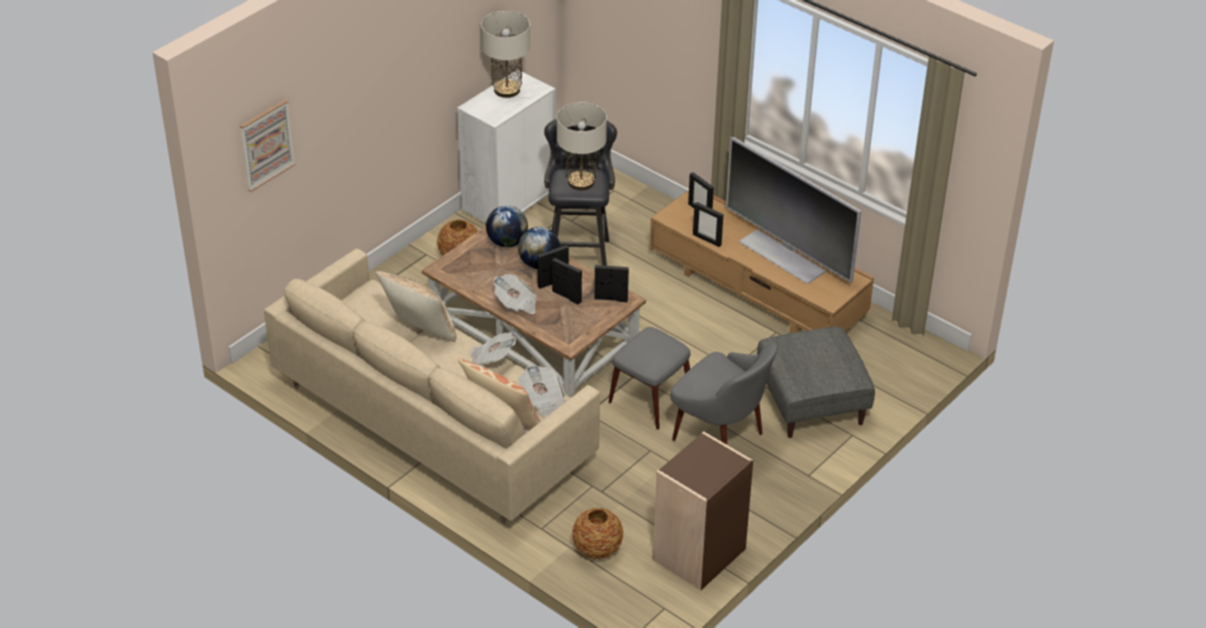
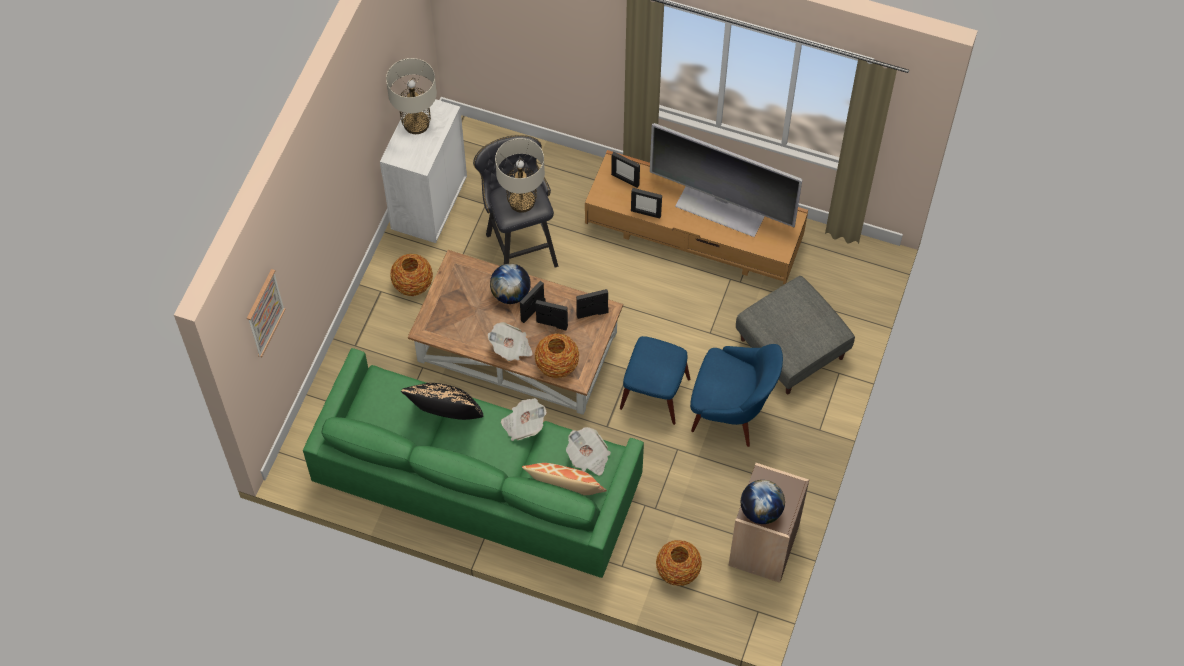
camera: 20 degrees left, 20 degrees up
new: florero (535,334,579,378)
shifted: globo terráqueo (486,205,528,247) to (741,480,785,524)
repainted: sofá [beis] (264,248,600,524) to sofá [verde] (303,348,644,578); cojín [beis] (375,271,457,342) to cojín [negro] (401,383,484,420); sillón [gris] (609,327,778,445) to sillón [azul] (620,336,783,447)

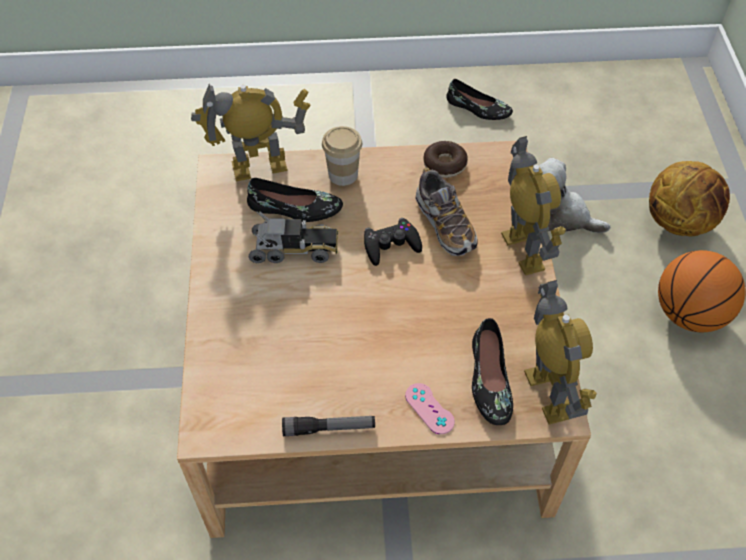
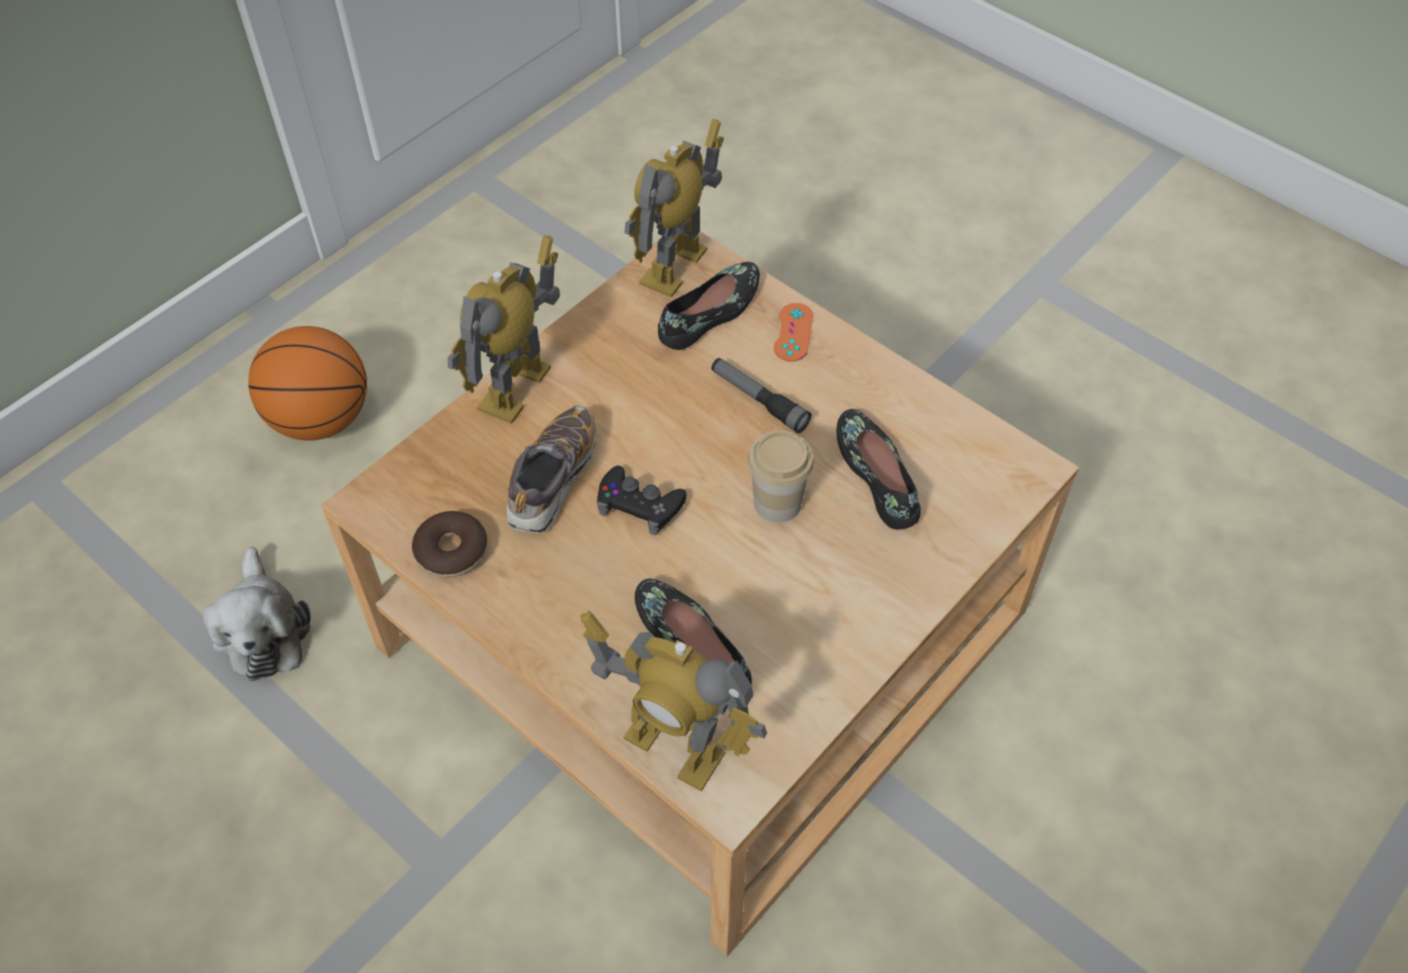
camera: 135 degrees left, 0 degrees up
gone: balón de baloncesto (649,161,730,236); camión de juguete (249,211,338,263)
shifted: zapato [negro] (446,79,513,120) to (837,409,921,529); taza (322,126,362,186) to (748,431,814,523); linterna (282,416,375,436) to (711,358,812,433)
repainted: mando de consola [rosa] (405,383,455,434) to mando de consola [naranja] (774,303,813,362)

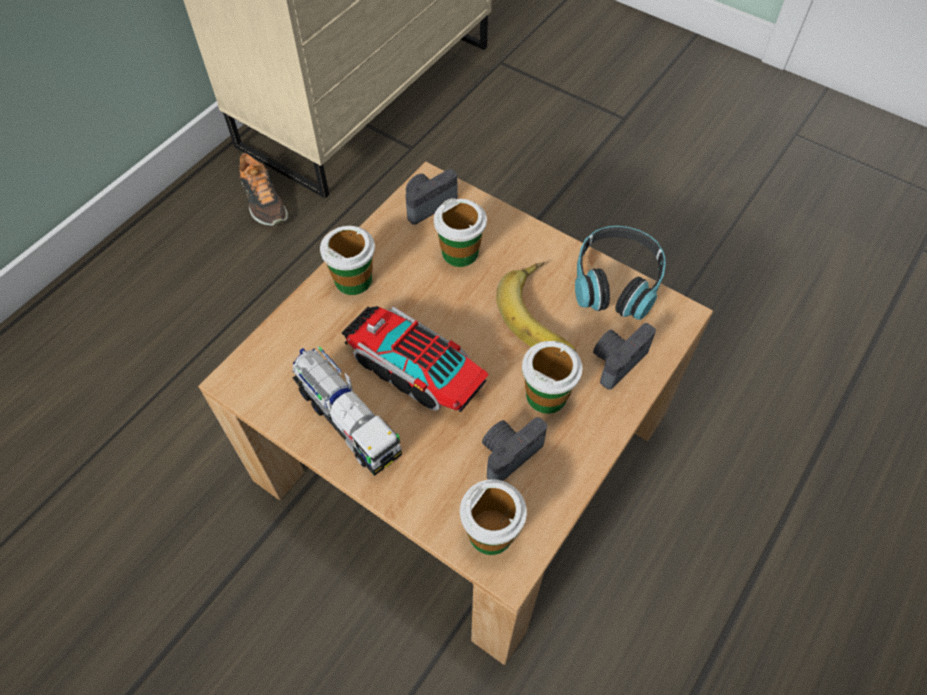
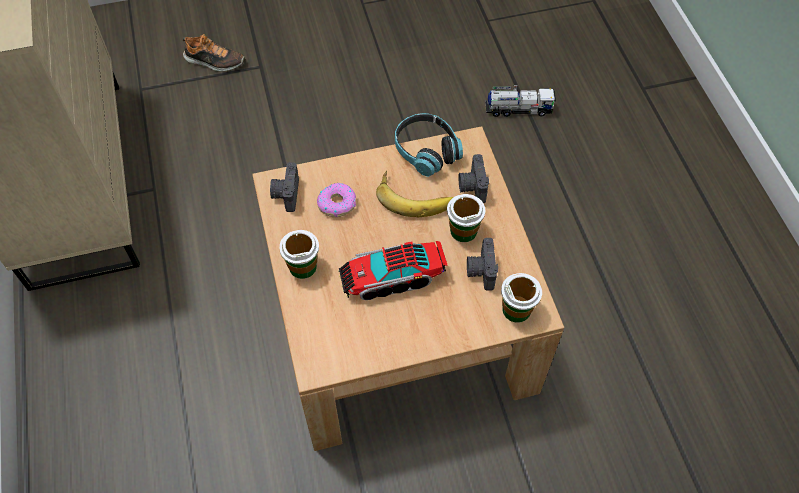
camera: 50 degrees left, 0 degrees up
shifted: zapato (239,152,288,226) to (183,34,245,72); camión de juguete (293,346,402,476) to (485,86,556,117)
swapped: taza (434,198,487,267) to rosquilla (317,183,356,217)

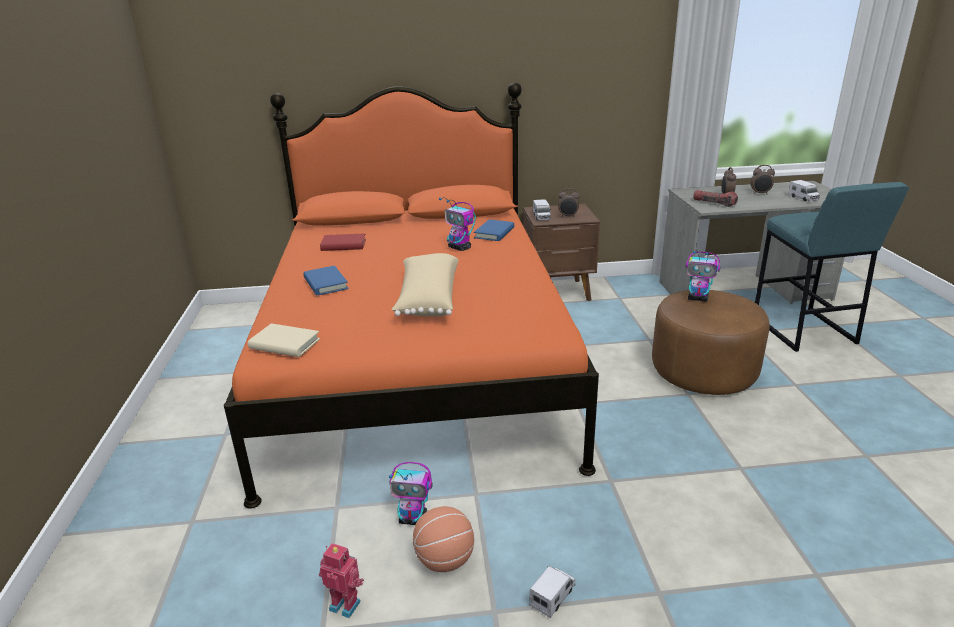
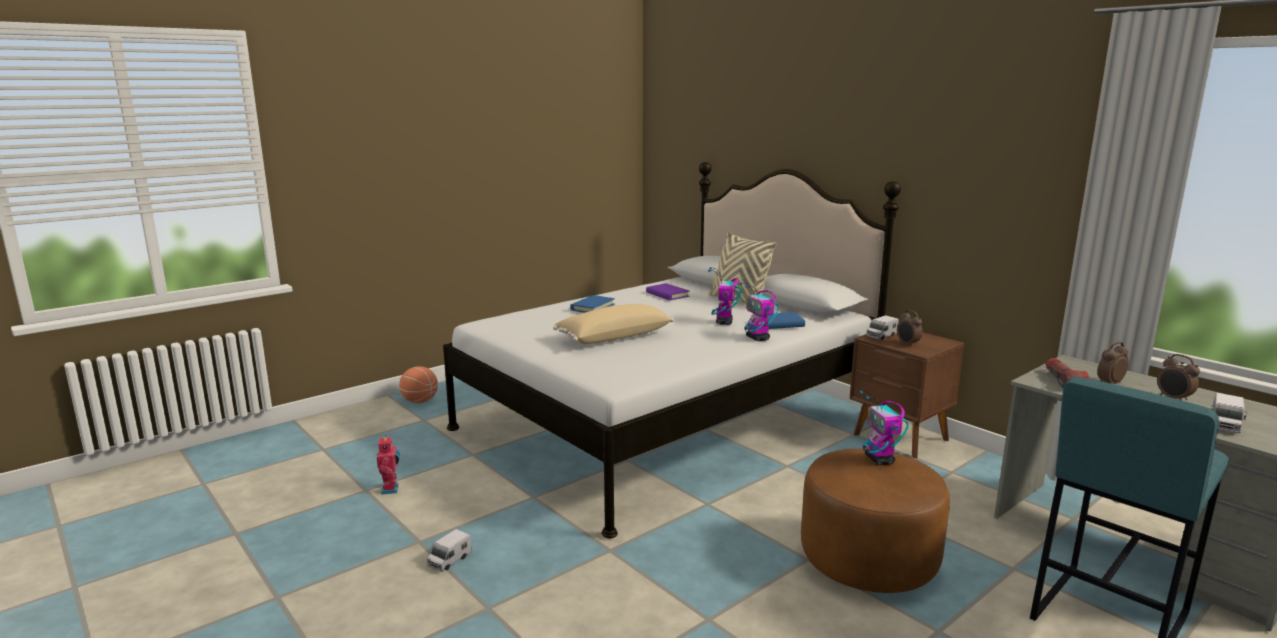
camera: 55 degrees right, 10 degrees down
gone: libro [beis] (248,323,320,357)
new: cojín [beis] (709,231,777,303)
shifted: robot de juguete (389,462,433,525) to (740,282,779,341); balón de baloncesto (413,506,474,572) to (399,366,438,403)
repainted: cama [naranja] (224,83,599,509) to cama [blanco] (443,162,901,538); libro [rojo] (320,233,366,251) to libro [morado] (646,283,690,300)
rotated: camión de juguete (529,566,575,618) = (427,529,472,572) 120 degrees clockwise

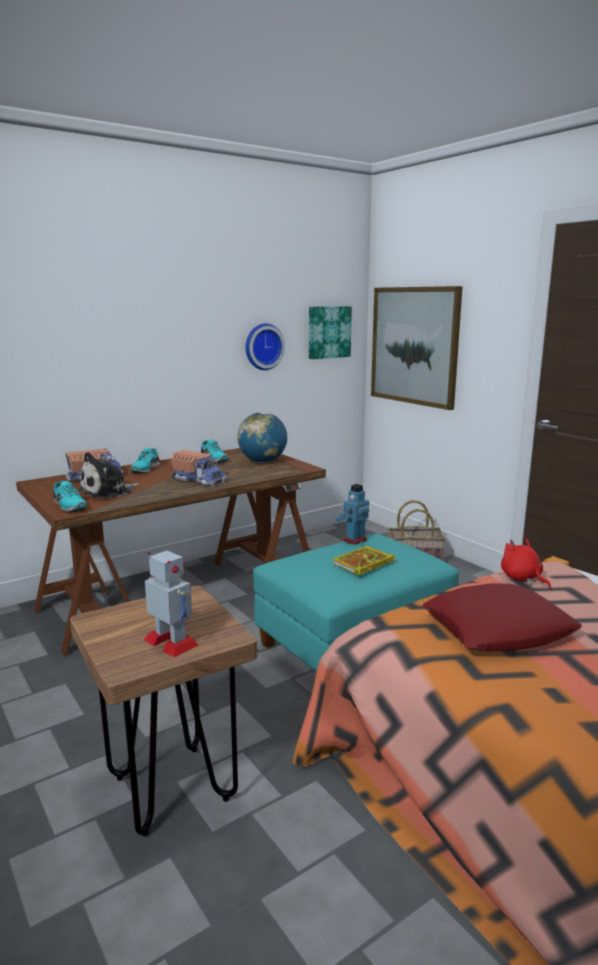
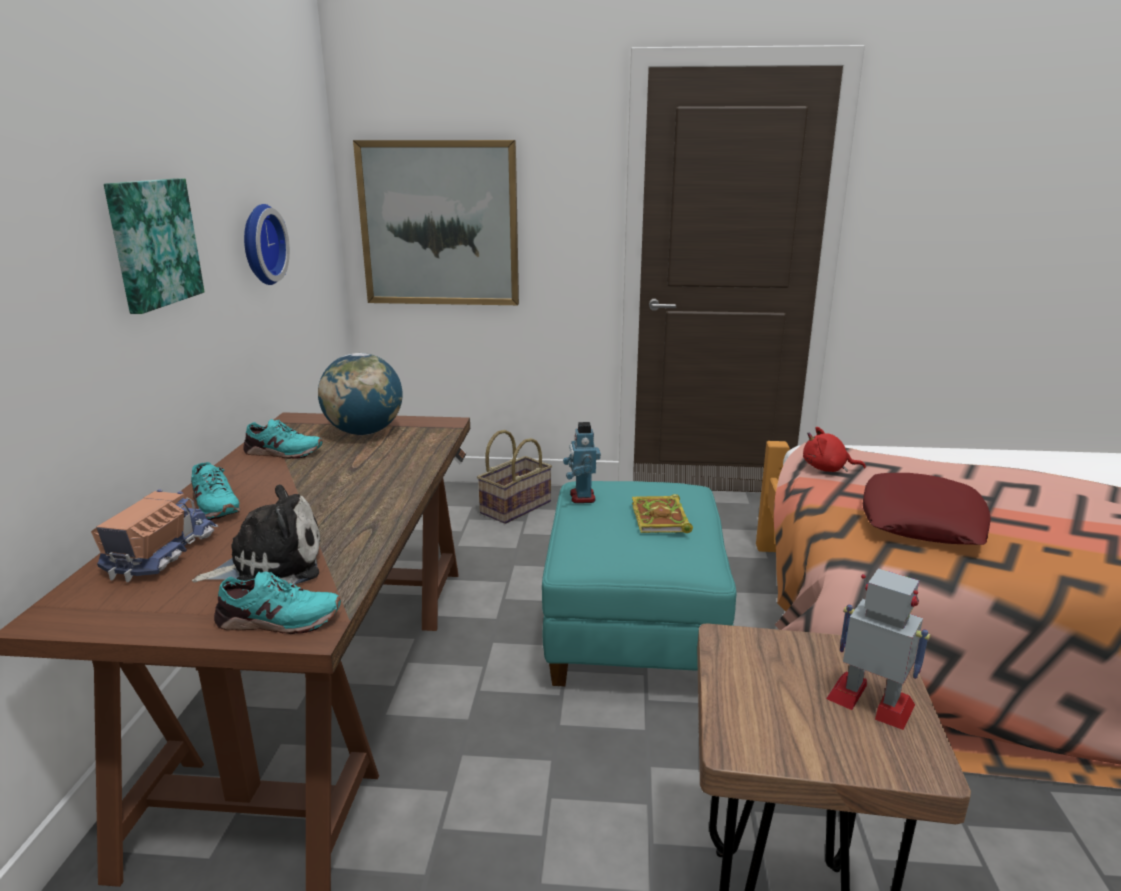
camera: 50 degrees left, 5 degrees up
gone: camión de juguete (171,450,227,486)
shifted: cuadro (309,306,352,359) to (104,179,204,314)
rotated: peluche (79,452,139,499) = (192,485,320,585) 105 degrees counterclockwise; robot de juguete (144,550,199,657) = (826,568,931,730) 45 degrees clockwise

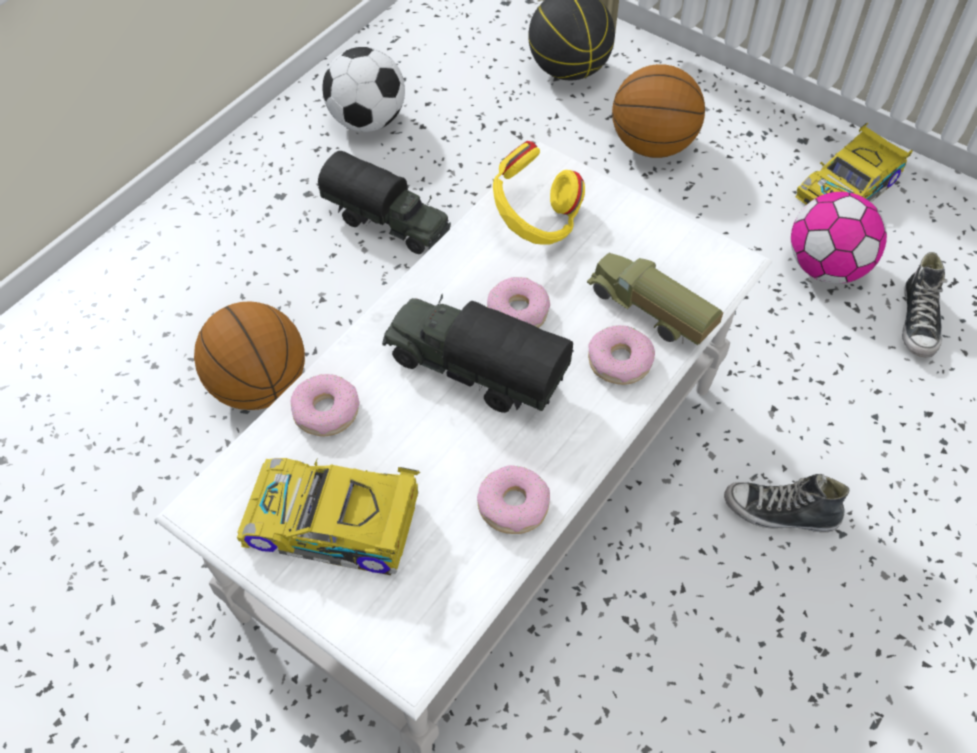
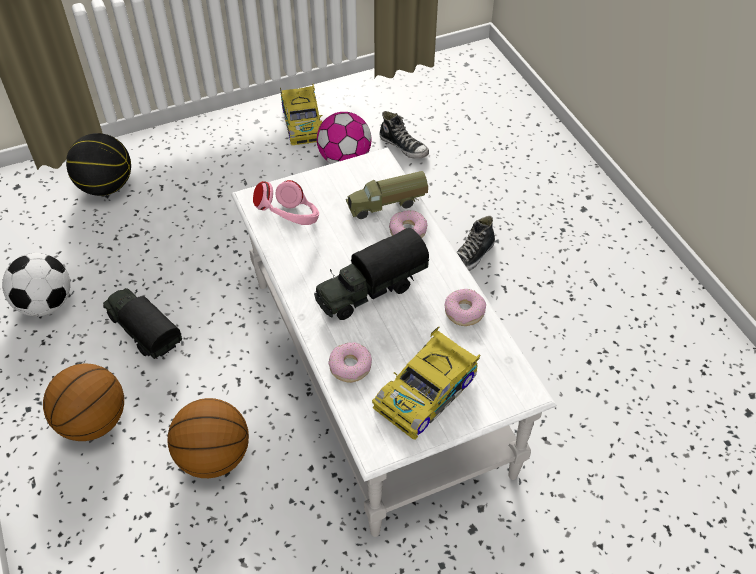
camera: 60 degrees left, 5 degrees down
gone: rosquilla (487,277,550,328)
shifted: balón de baloncesto (612,64,705,158) to (43,364,124,441)
repainted: auriculares [amarillo] (493,141,585,245) to auriculares [rosa] (253,180,319,225)
rotated: camión de juguete (318,151,451,254) = (103,288,182,359) 105 degrees counterclockwise

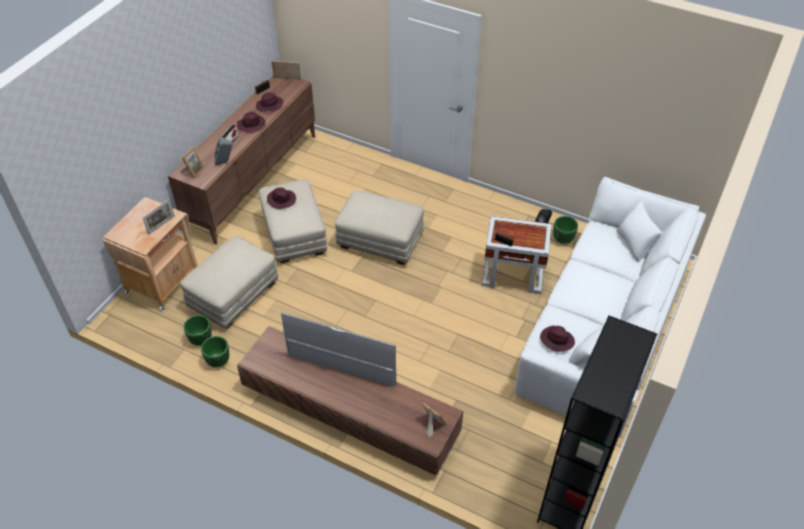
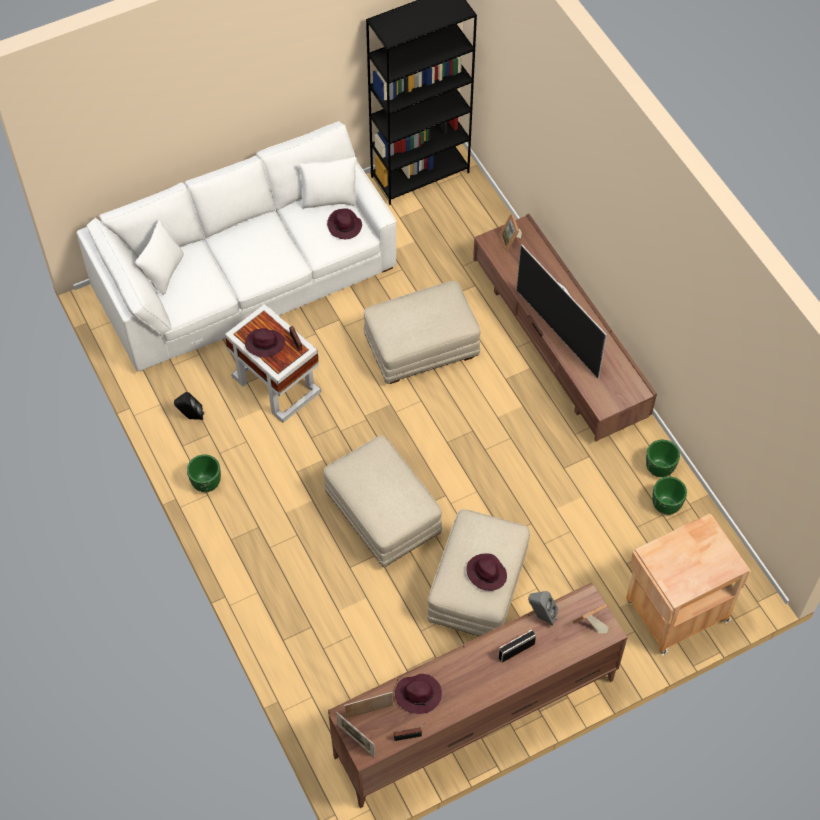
camera: 145 degrees left, 10 degrees up
shifted: sombrero [morado] (237,112,265,132) to (245,328,285,358); portarretratos (143,199,175,235) to (344,692,393,719); maceta [verde] (553,216,578,244) to (187,454,221,492); puf [beis] (180,236,278,329) to (364,281,480,384)

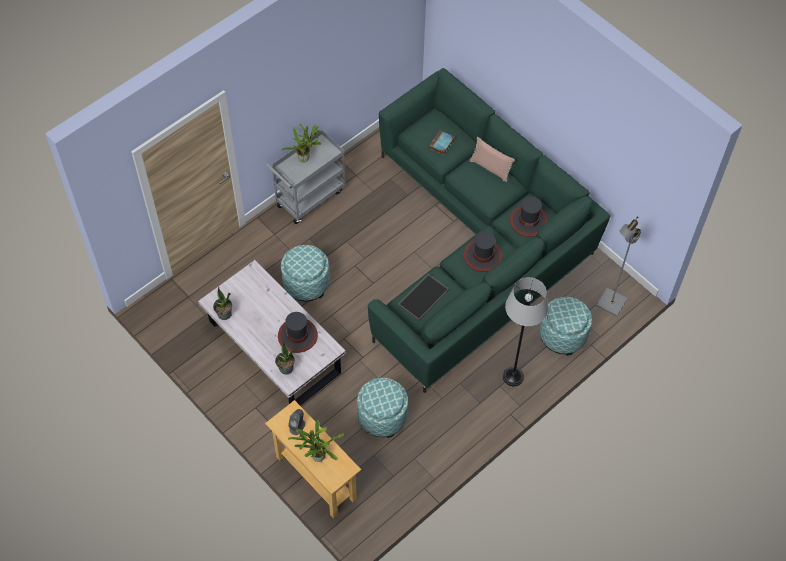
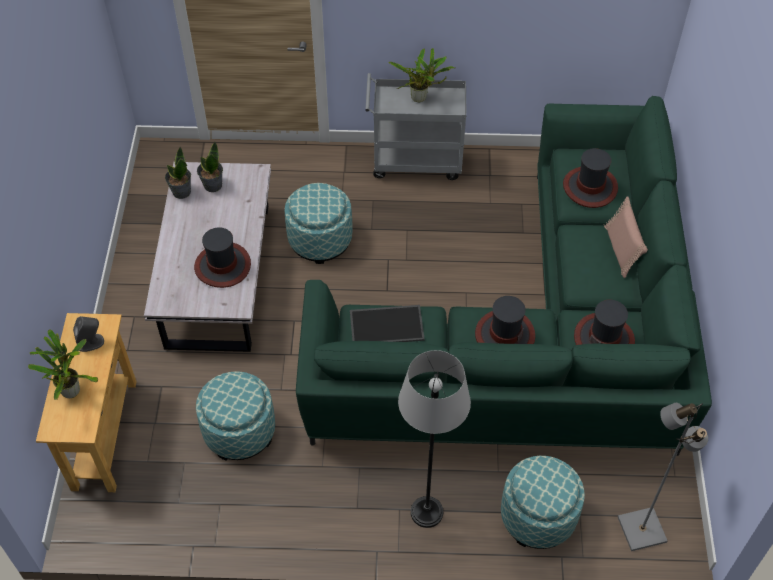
camera: 45 degrees right, 5 degrees down
shifted: planta en maceta (275,341,295,375) to (197,142,223,192)
swapped: libro (429,130,454,155) to sombrero (563,148,618,208)

